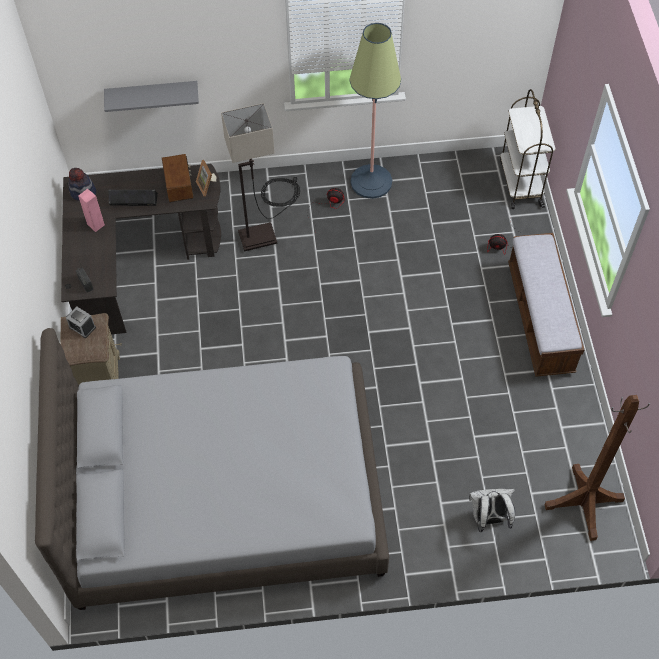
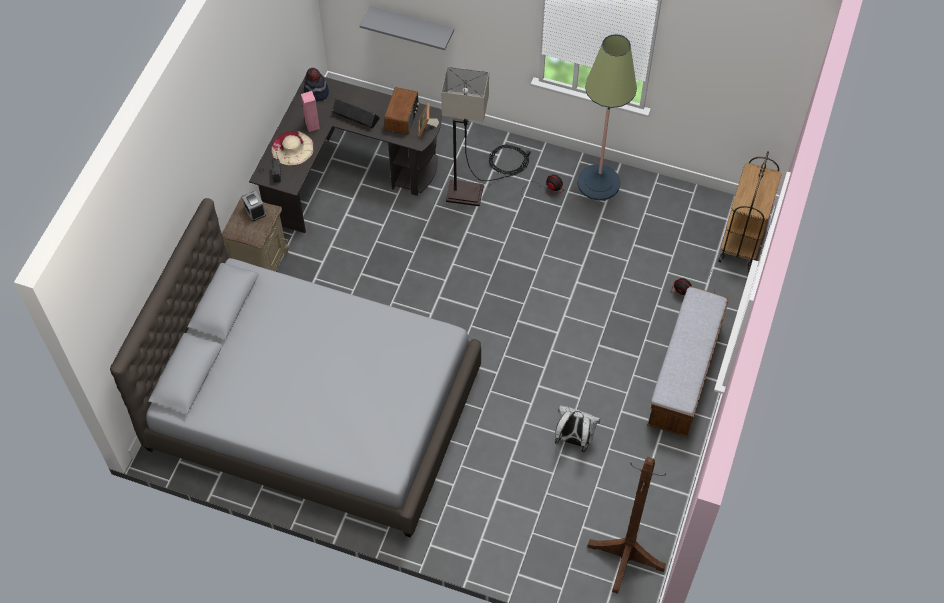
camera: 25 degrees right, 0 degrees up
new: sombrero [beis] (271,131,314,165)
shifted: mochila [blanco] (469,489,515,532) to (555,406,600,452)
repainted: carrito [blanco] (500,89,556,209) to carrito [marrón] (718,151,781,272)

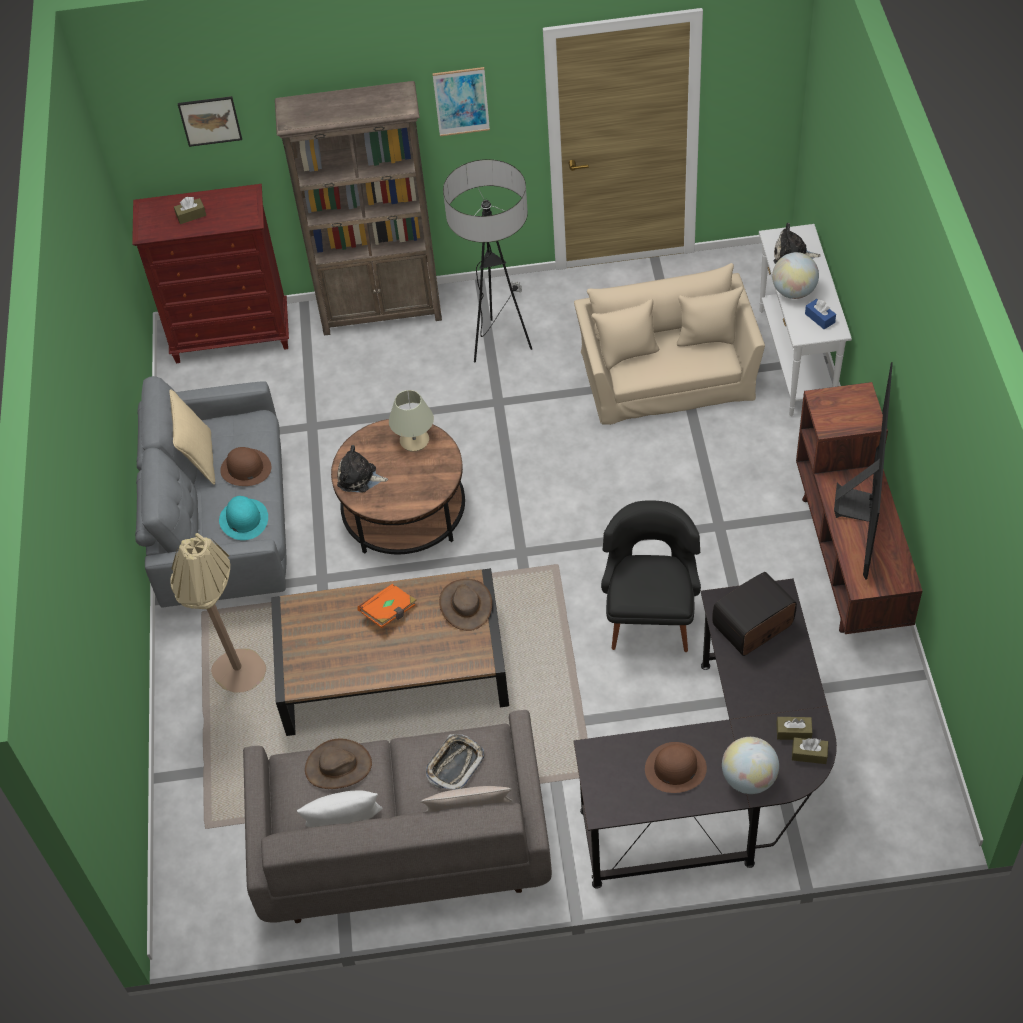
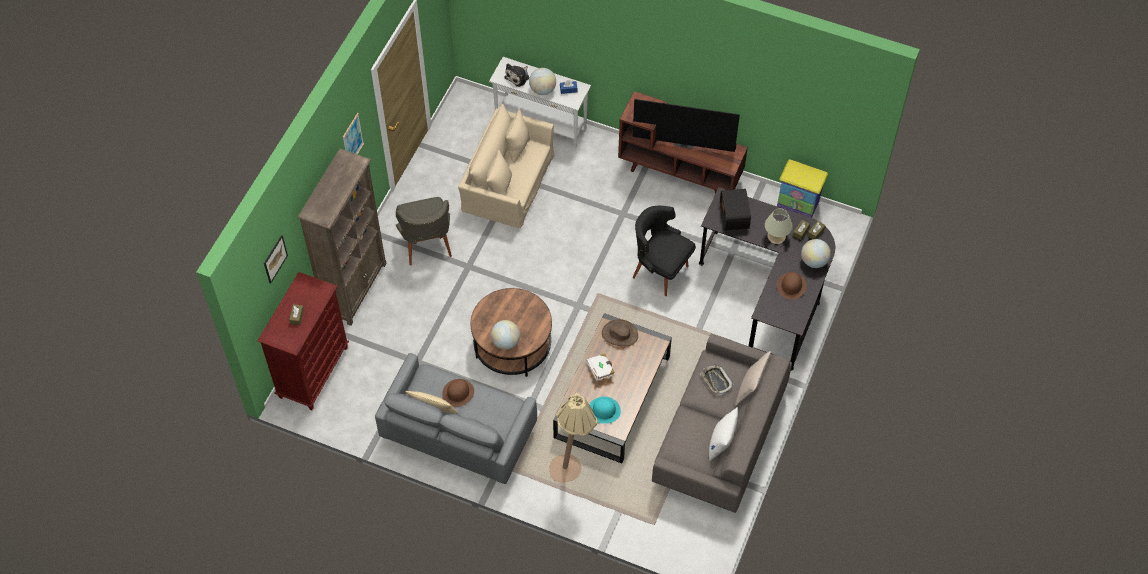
camera: 65 degrees left, 5 degrees up
gone: sombrero [marrón] (305,738,372,789)
new: mesita de noche (777,159,828,218)
shifted: lámpara de mesa [beis] (389,390,434,452) to (765,208,793,244); sombrero [turquesa] (219,496,268,540) to (589,396,621,424)
swapped: lámpara de pie (443,159,532,362) to silla [gris] (396,197,452,266); peluche (337,445,388,492) to globo terráqueo (491,320,520,350)
repainted: libro [naranja] (357,584,416,628) to libro [blanco] (586,353,615,381)
rotated: televisor (834,362,893,579) = (633,99,740,152) 150 degrees clockwise

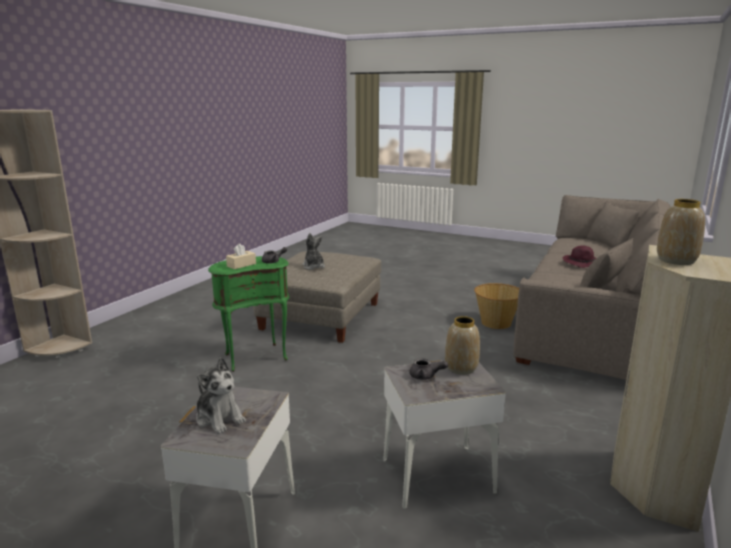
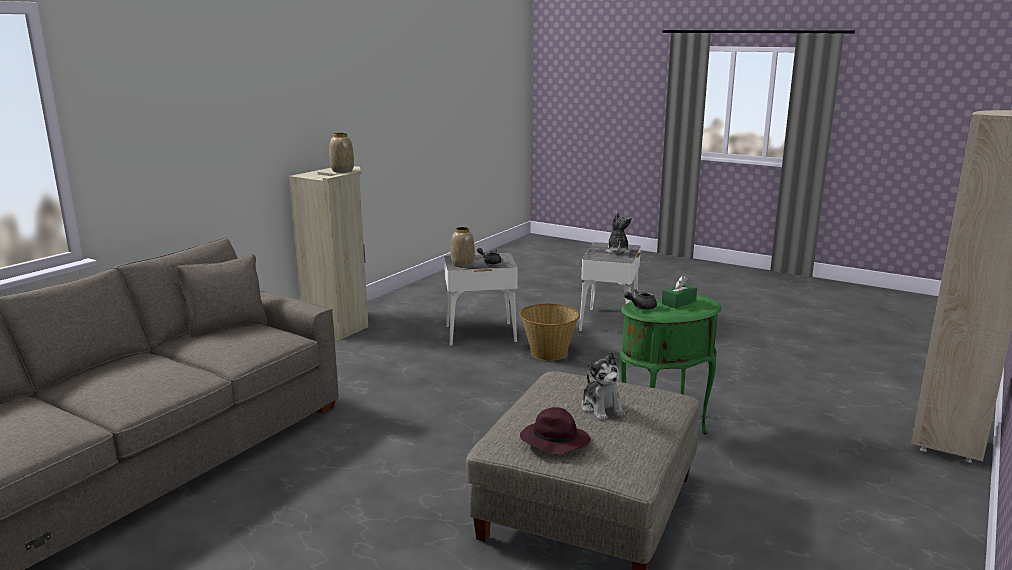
camera: 175 degrees left, 0 degrees up
shifted: sombrero [morado] (563,246,596,268) to (520,407,591,455); cesta (474,283,519,329) to (519,304,580,361)
repainted: caja de pañuelos [beis] (226,244,256,269) to caja de pañuelos [verde] (662,276,697,308)
rotated: peluche (196,357,246,434) = (605,212,632,254) 45 degrees clockwise

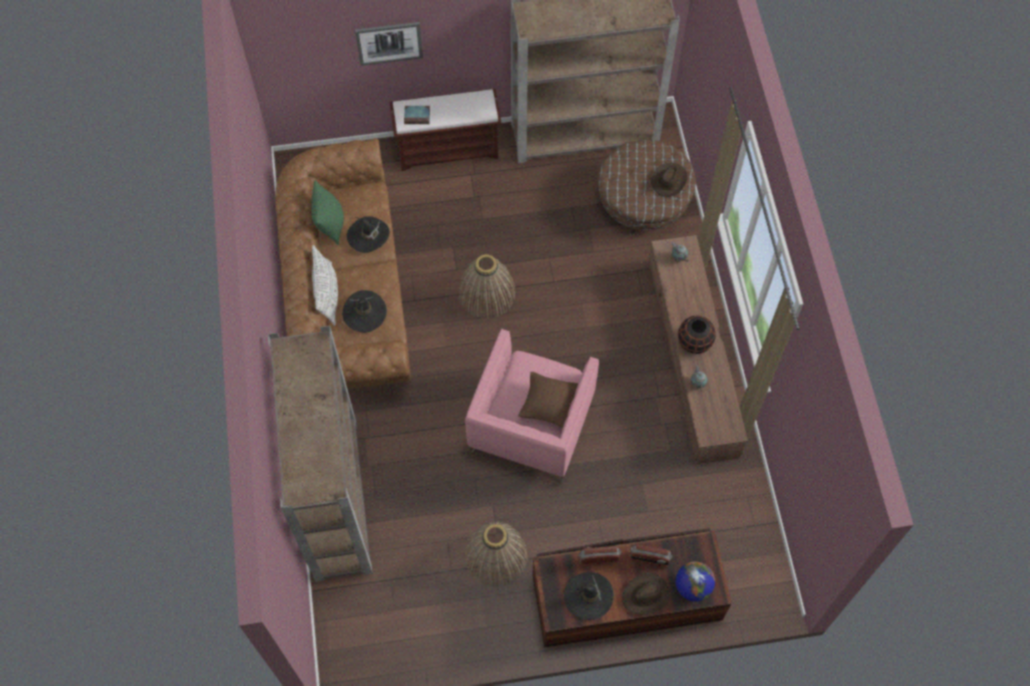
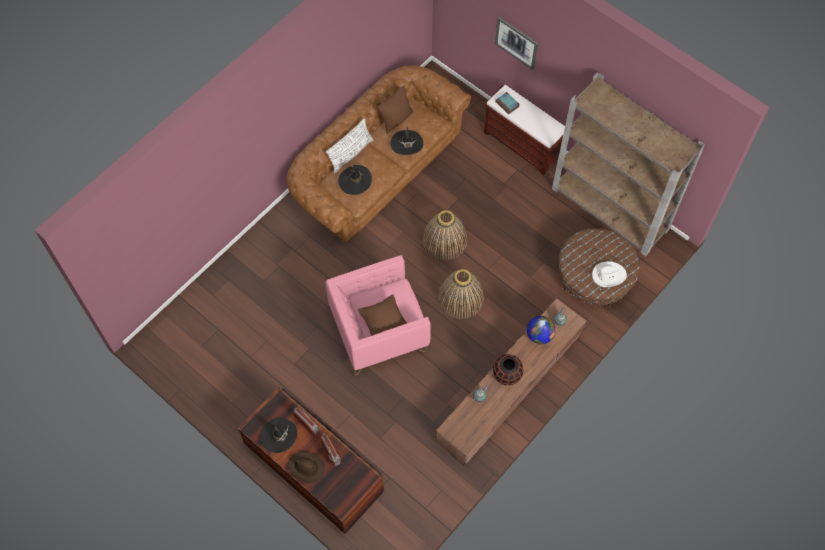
camera: 50 degrees right, 0 degrees up
gone: estantería [marrón] (268,326,373,582)
shifted: cesta (465,521,528,587) to (438,269,484,319); globo terráqueo (675,562,715,601) to (527,316,555,344)
repainted: sombrero [marrón] (651,163,687,197) to sombrero [blanco] (592,261,627,287); cojín [verde] (311,181,344,245) to cojín [marrón] (378,85,414,134)

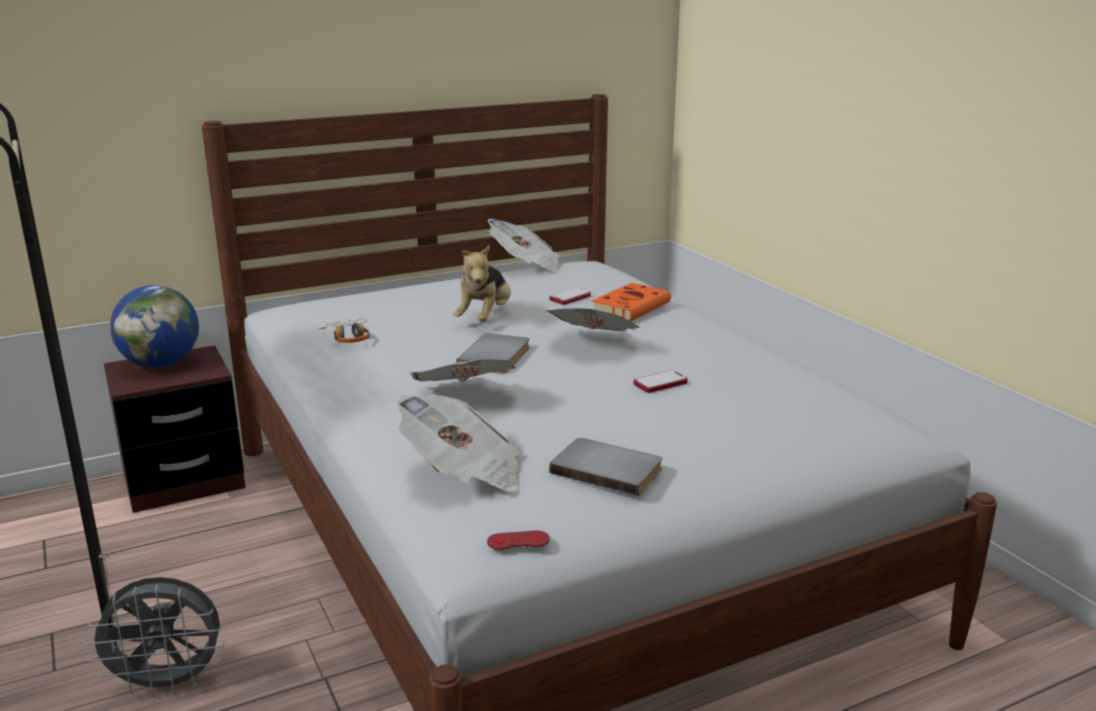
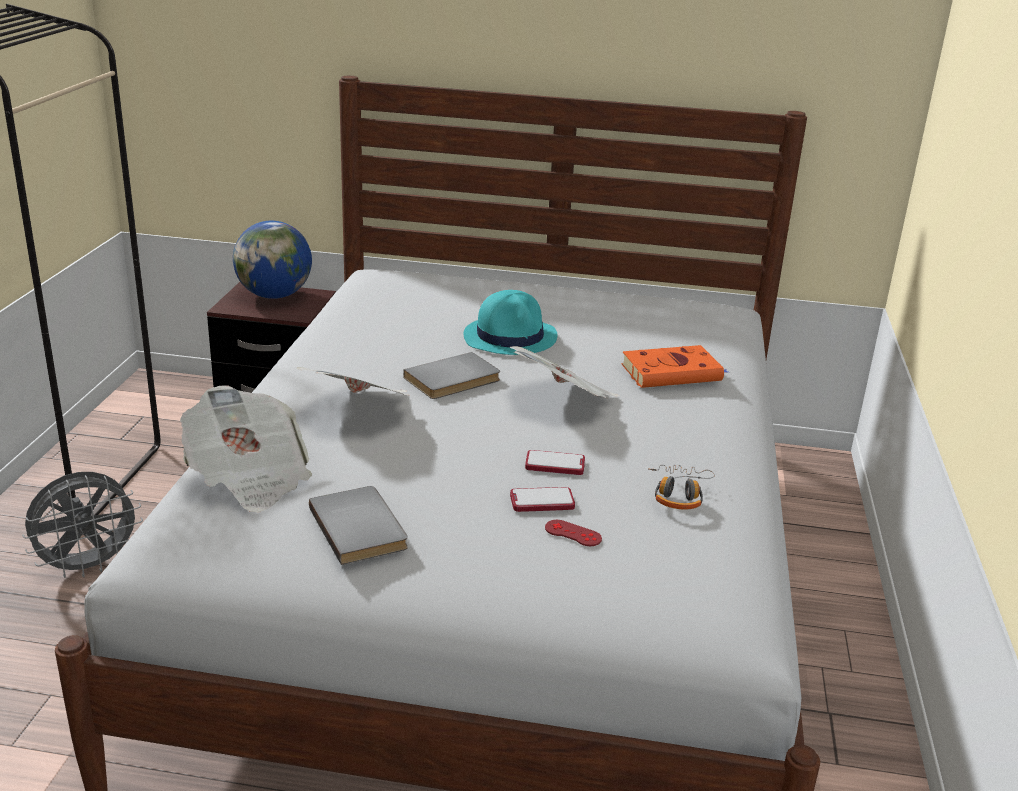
camera: 35 degrees right, 5 degrees up
gone: periódico (488,219,560,272)
shifted: móvil (549,288,591,305) to (510,487,575,512); auriculares (319,319,370,343) to (648,465,715,510); mando de consola [rojo] (487,530,550,550) to (545,520,602,546)
swapped: peluche (453,245,511,322) to sombrero [turquesa] (464,290,557,355)
rotated: ventilador [gris] (84,577,225,697) = (22,472,143,578) 60 degrees counterclockwise

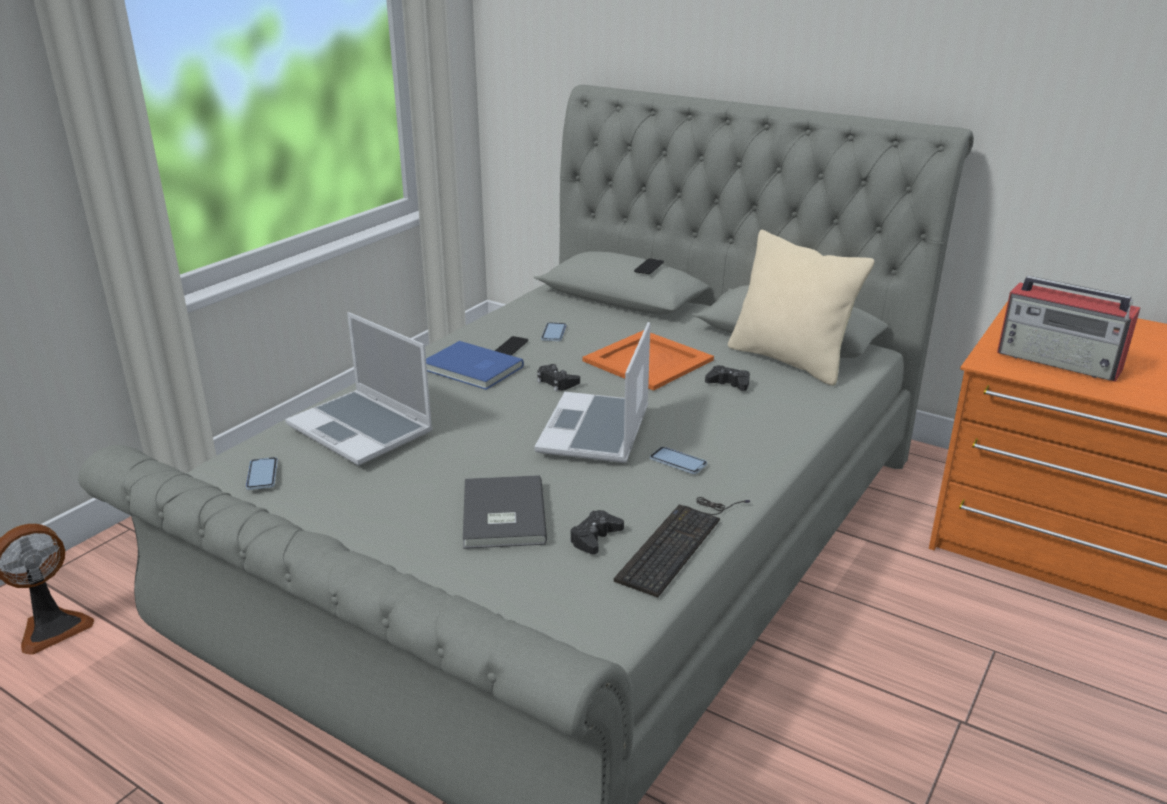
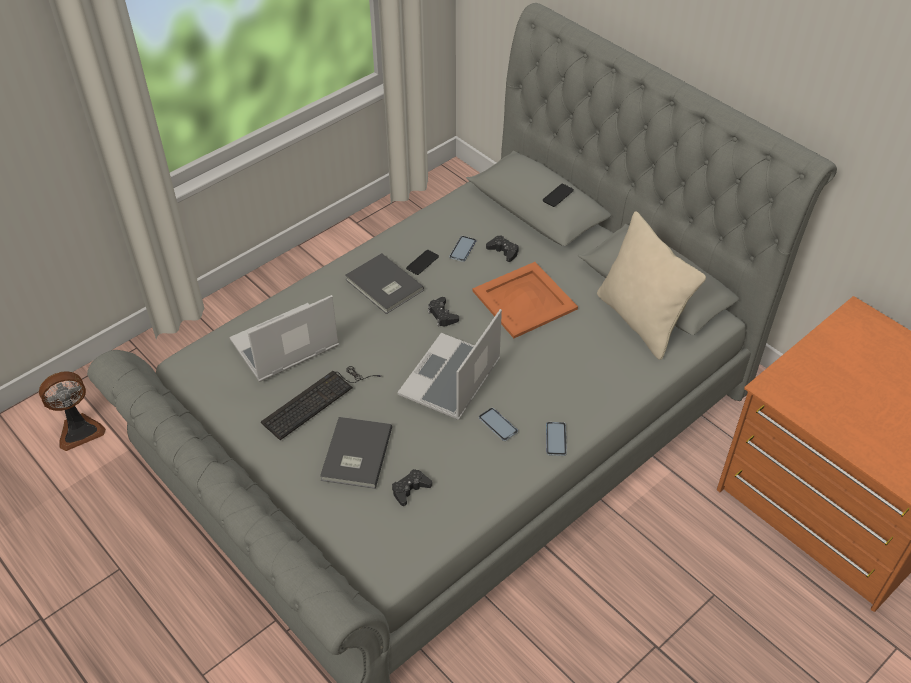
camera: 15 degrees right, 20 degrees up
gone: radio (997,276,1141,382)
shifted: mando de consola [negro] (705,365,750,391) to (486,236,519,262); móvil (246,457,278,490) to (546,422,567,456); teclado (614,497,750,597) to (261,366,381,440)
repainted: libro [azul] (426,341,524,390) to libro [gris] (345,253,424,314)
rotated: portátil (285,312,433,466) = (229,295,339,382) 90 degrees clockwise

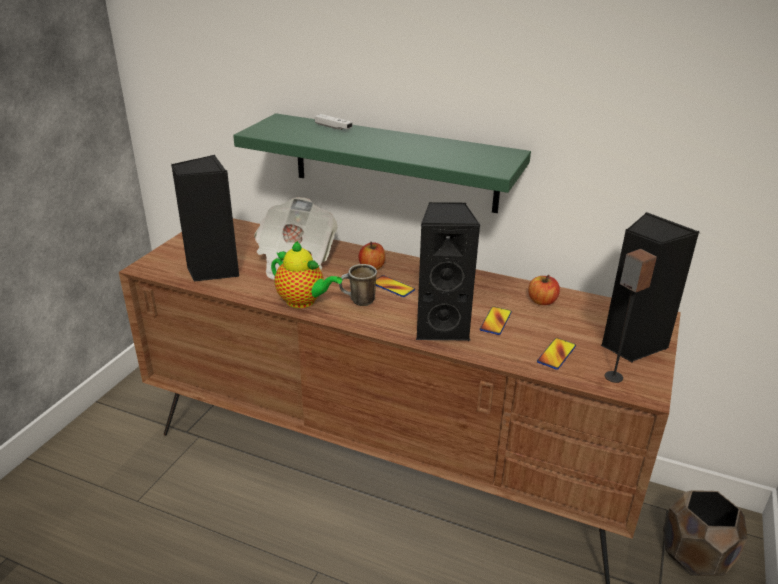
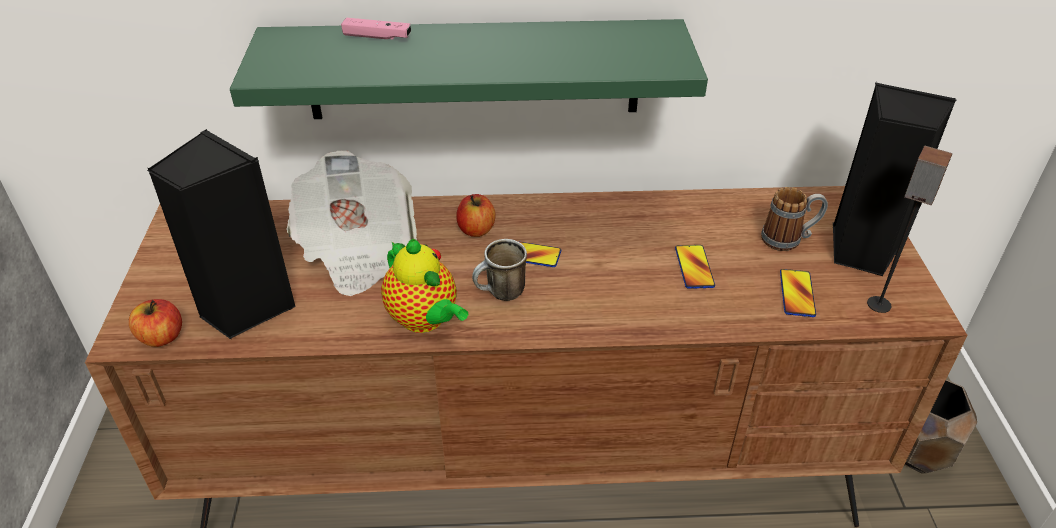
camera: 25 degrees left, 10 degrees up
gone: altavoz [negro] (416,202,481,342)
new: taza grande (761,187,828,251)
shifted: manzana (528,275,560,305) to (129,299,182,347)
repainted: mando de consola [blanco] (315,114,353,130) to mando de consola [rosa] (341,18,411,40)
rotated: tetera (271,241,342,308) = (381,239,468,333) 45 degrees clockwise

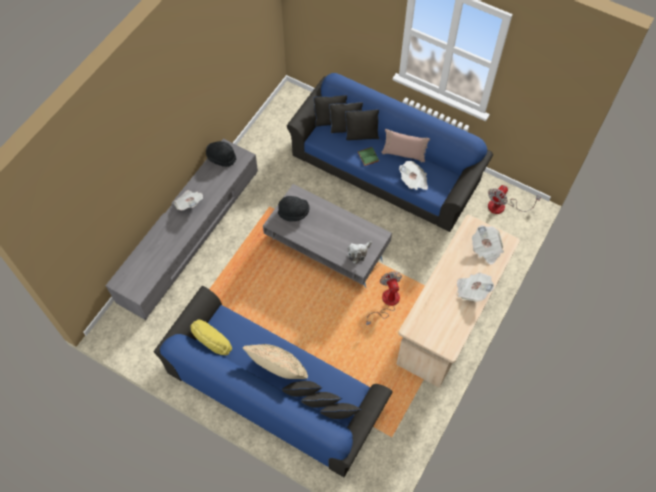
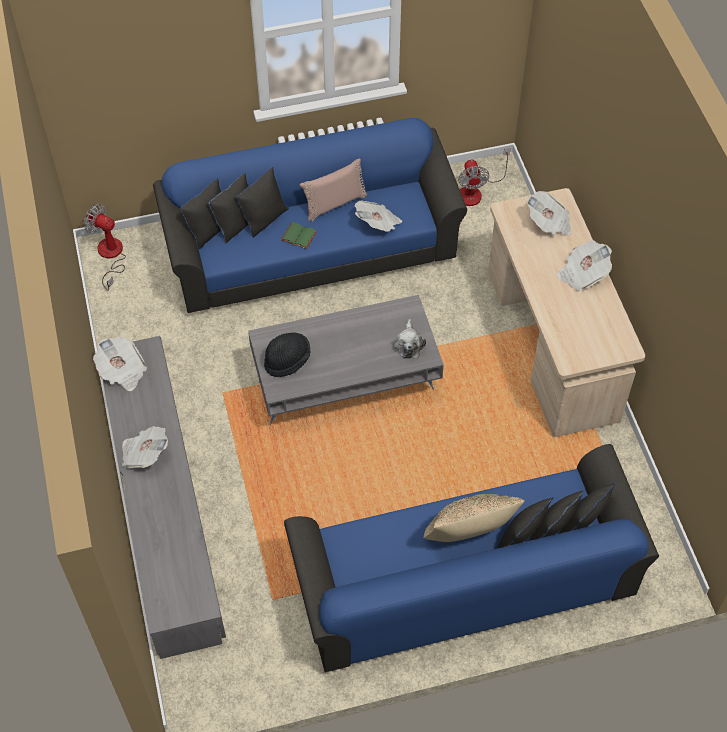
camera: 45 degrees left, 5 degrees down
gone: cojín [amarillo] (191,319,232,355)
shifted: ventilador (366,272,402,325) to (84,203,126,291)
swapped: sombrero [negro] (206,141,237,167) to periódico (93,337,147,391)

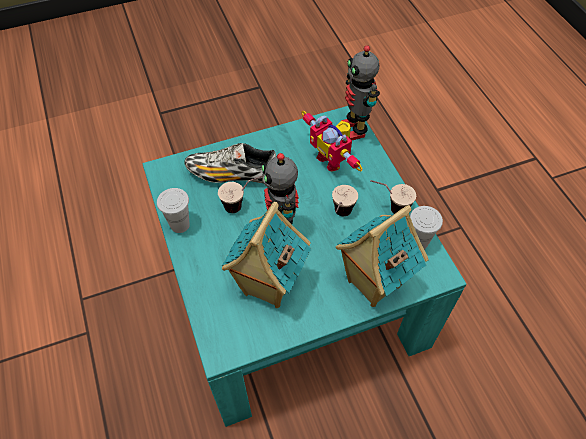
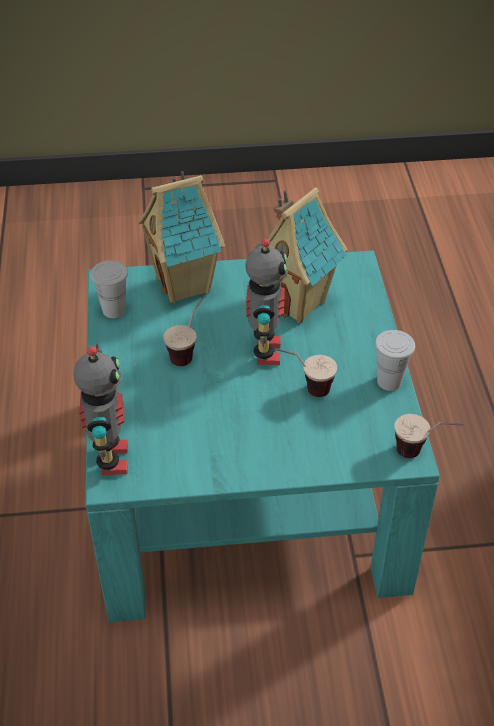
camera: 165 degrees left, 10 degrees down
gone: robot de juguete (301,111,363,171); zapato (185,143,277,183)
shifted: taza (370,180,416,214) to (394,414,463,458)

